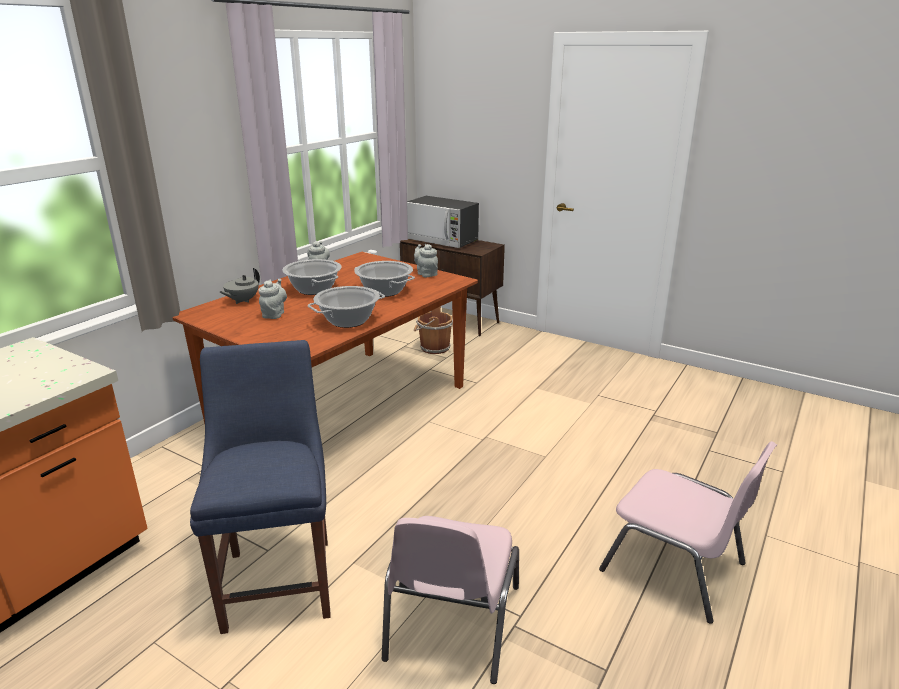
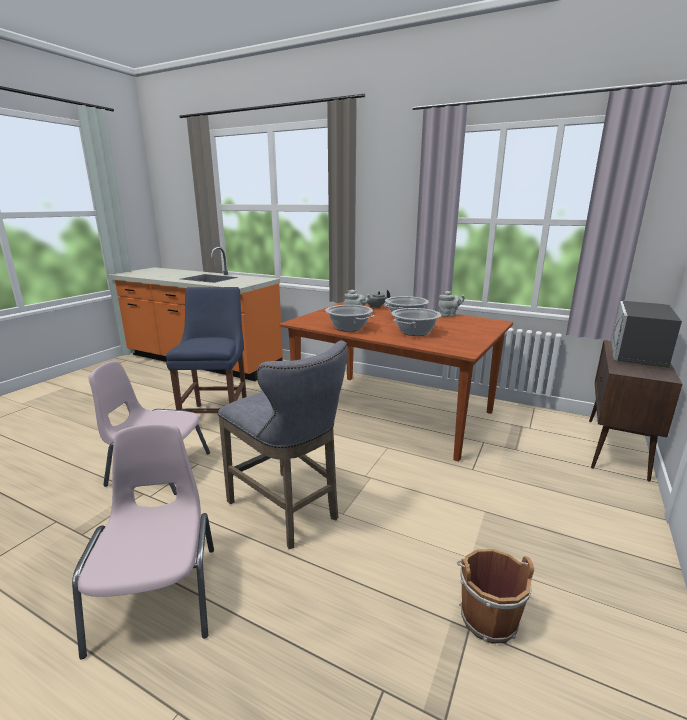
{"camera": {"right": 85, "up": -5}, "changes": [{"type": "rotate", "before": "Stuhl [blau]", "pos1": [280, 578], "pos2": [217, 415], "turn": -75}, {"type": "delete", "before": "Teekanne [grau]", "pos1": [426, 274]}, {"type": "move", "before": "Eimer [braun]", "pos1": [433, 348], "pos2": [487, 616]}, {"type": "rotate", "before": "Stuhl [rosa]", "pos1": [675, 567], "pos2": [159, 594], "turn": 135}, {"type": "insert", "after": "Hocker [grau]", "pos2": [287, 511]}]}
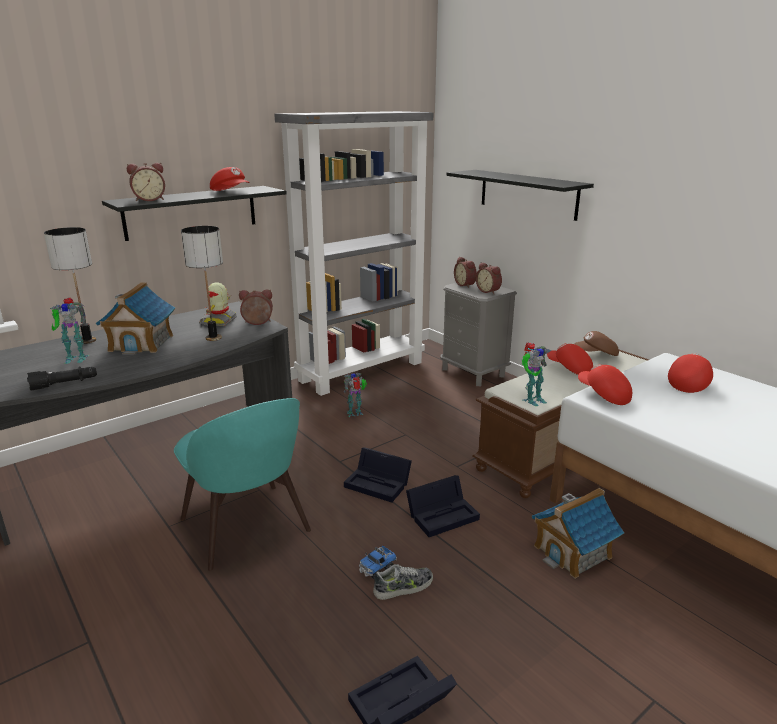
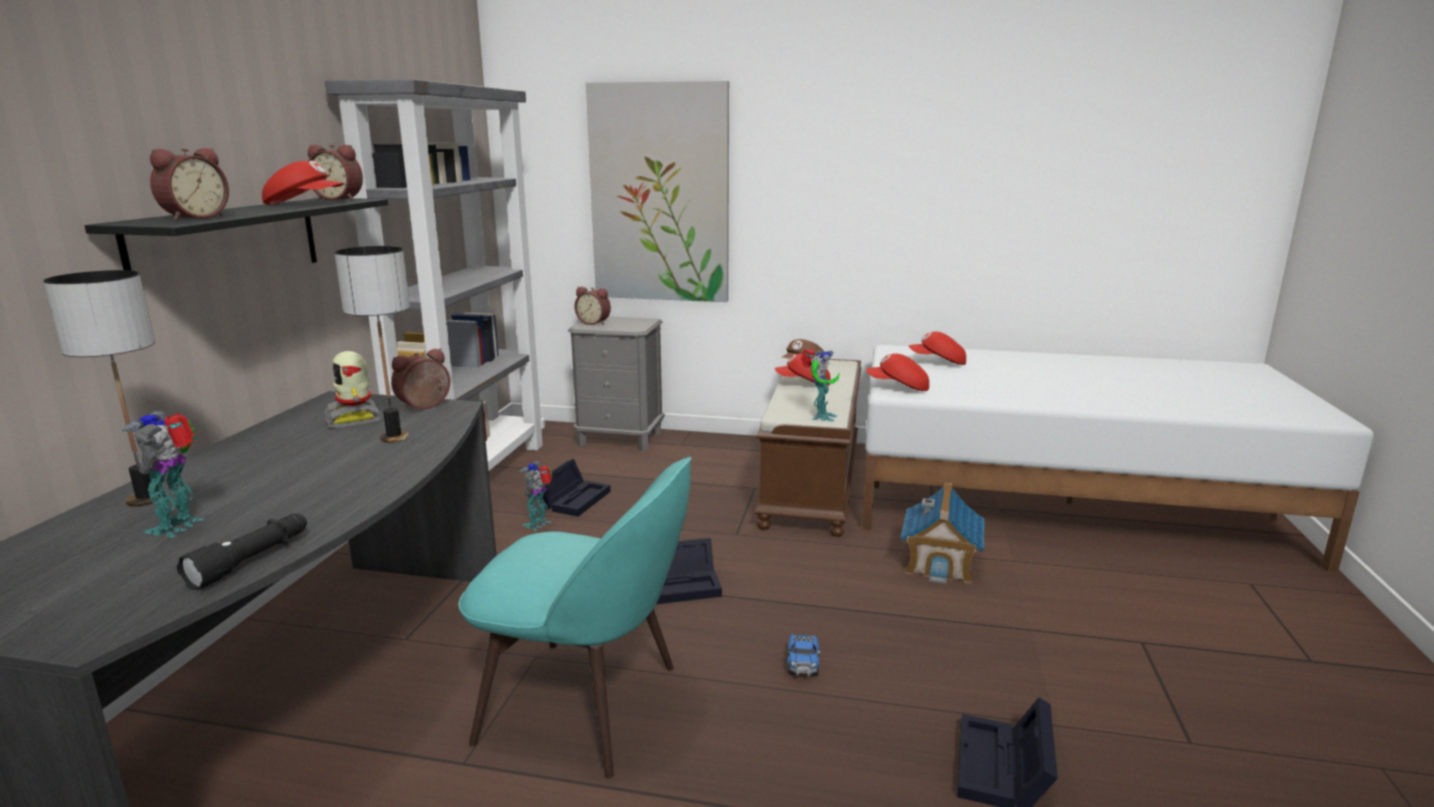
{"camera": {"right": -40, "up": -5}, "changes": [{"type": "rotate", "before": "Spielzeugroboter", "pos1": [75, 358], "pos2": [180, 526], "turn": 150}, {"type": "delete", "before": "Spielzeughaus", "pos1": [141, 343]}, {"type": "delete", "before": "Schuh", "pos1": [403, 587]}, {"type": "move", "before": "Aufbewahrungsbox [schwarz]", "pos1": [443, 514], "pos2": [574, 498]}, {"type": "replace", "before": "Wandregal [schwarz]", "after": "Bild", "pos1": [527, 194], "pos2": [659, 194]}, {"type": "move", "before": "Wecker", "pos1": [489, 291], "pos2": [340, 199]}, {"type": "rotate", "before": "Kappe [rot]", "pos1": [688, 383], "pos2": [938, 362], "turn": -75}]}
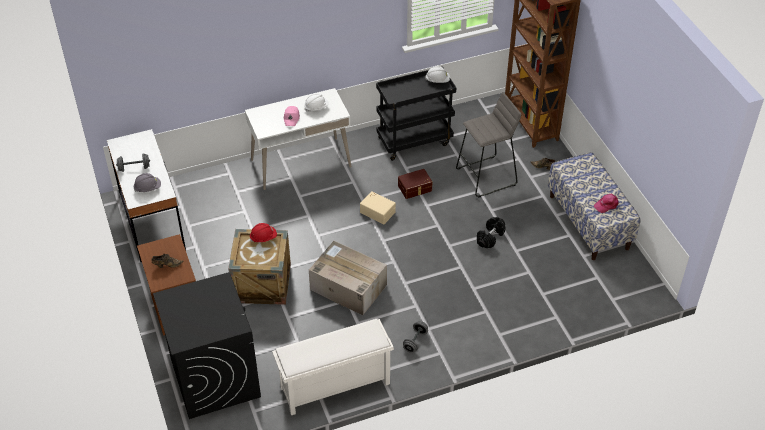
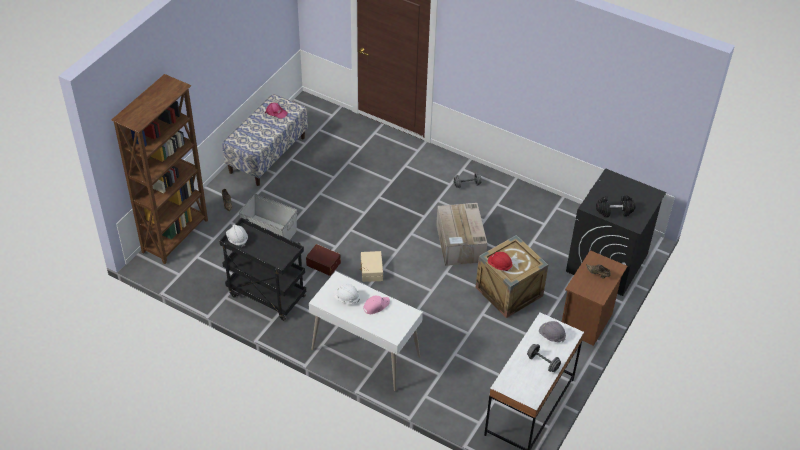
{"camera": {"right": -130, "up": 0}, "changes": [{"type": "delete", "before": "Schuhregal [weiß]", "pos1": [334, 386]}, {"type": "replace", "before": "Hocker [grau]", "after": "Aufbewahrungsbox [grau]", "pos1": [486, 177], "pos2": [269, 229]}, {"type": "move", "before": "Hantel [schwarz]", "pos1": [490, 237], "pos2": [614, 211]}]}
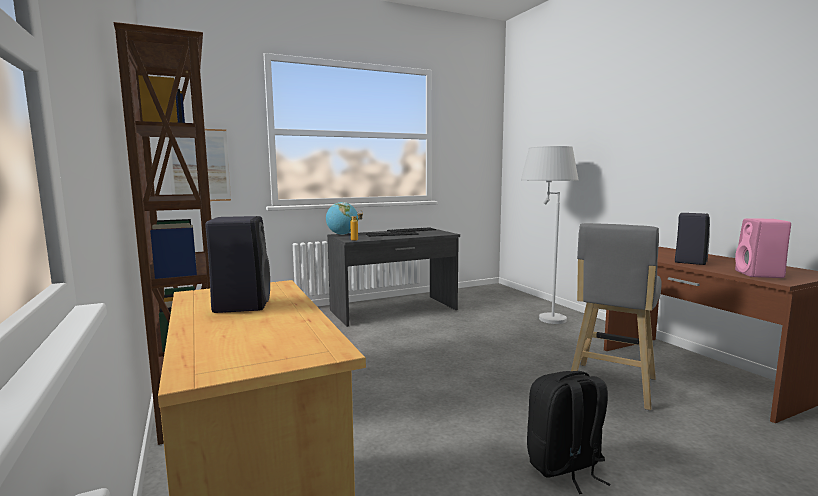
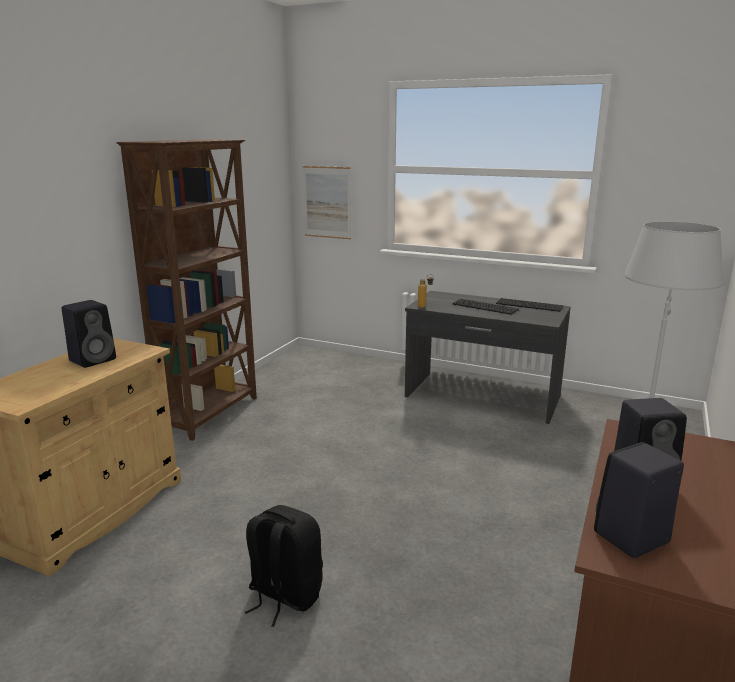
{"camera": {"right": 50, "up": 10}, "changes": [{"type": "delete", "before": "Globus", "pos1": [342, 234]}, {"type": "delete", "before": "Hocker [grau]", "pos1": [611, 387]}, {"type": "recolor", "before": "Lautsprecher [rosa]", "after": "Lautsprecher [schwarz]", "pos1": [760, 275], "pos2": [630, 538]}]}
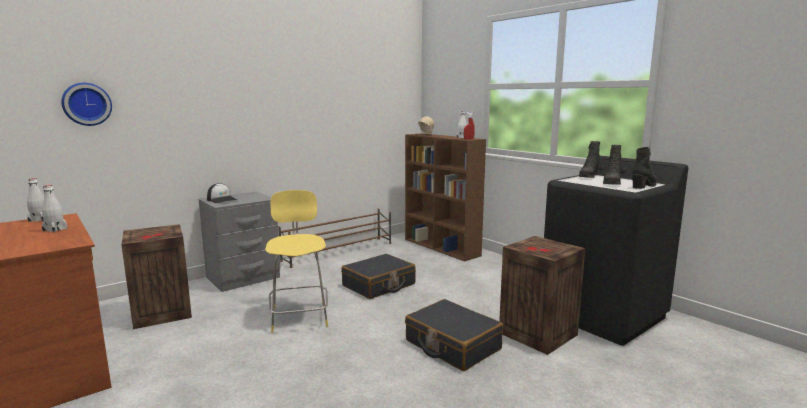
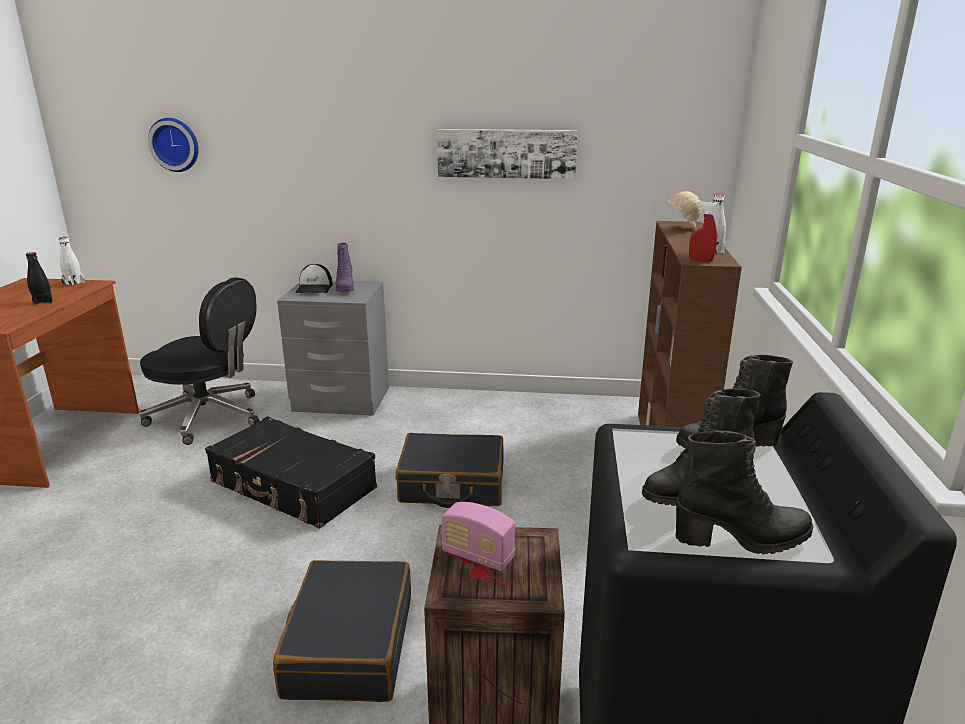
{"camera": {"right": 45, "up": 10}, "changes": [{"type": "recolor", "before": "Flasche [weiß]", "after": "Flasche [schwarz]", "pos1": [55, 230], "pos2": [43, 302]}, {"type": "replace", "before": "Kiste", "after": "Bürostuhl [schwarz]", "pos1": [163, 313], "pos2": [209, 417]}, {"type": "replace", "before": "Hocker [gelb]", "after": "Koffer [schwarz]", "pos1": [299, 316], "pos2": [292, 486]}, {"type": "delete", "before": "Schuhregal [braun]", "pos1": [339, 252]}, {"type": "insert", "after": "Stiefel [lila]", "pos2": [344, 288]}, {"type": "insert", "after": "Bild", "pos2": [506, 153]}, {"type": "insert", "after": "Radio", "pos2": [477, 556]}]}
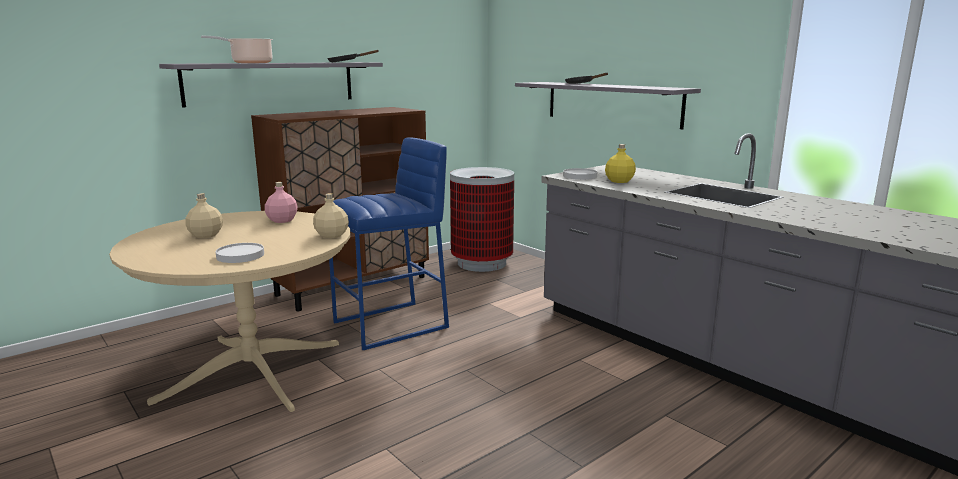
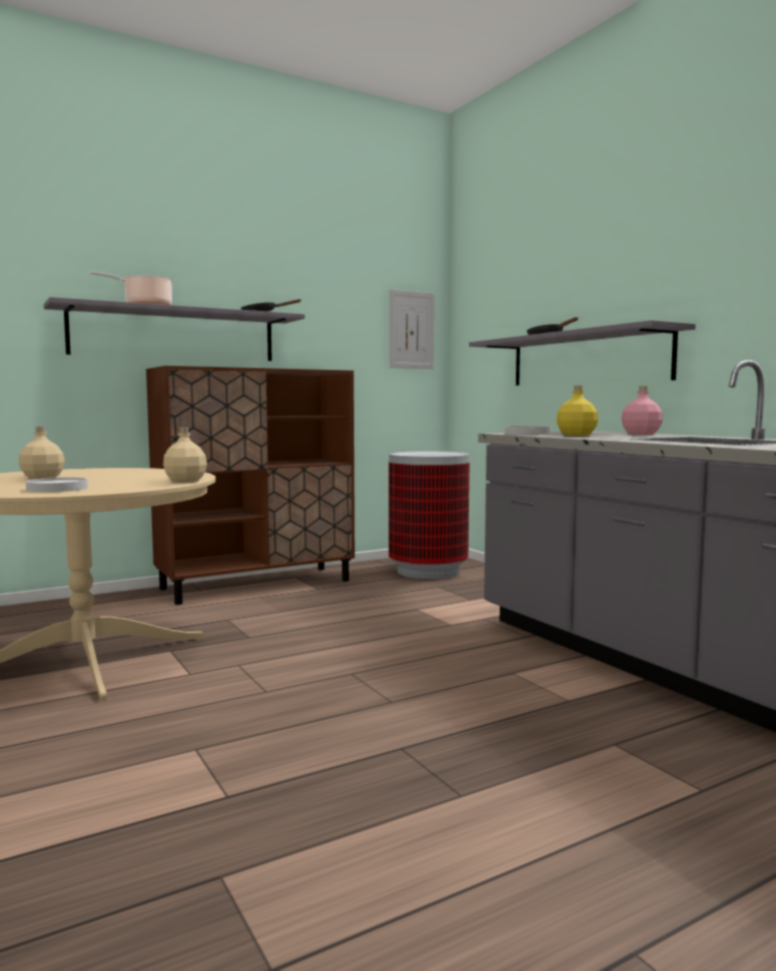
{"camera": {"right": 10, "up": -10}, "changes": [{"type": "move", "before": "Flasche [rosa]", "pos1": [282, 220], "pos2": [640, 434]}, {"type": "delete", "before": "Hocker [blau]", "pos1": [392, 325]}, {"type": "insert", "after": "Bild", "pos2": [411, 330]}]}
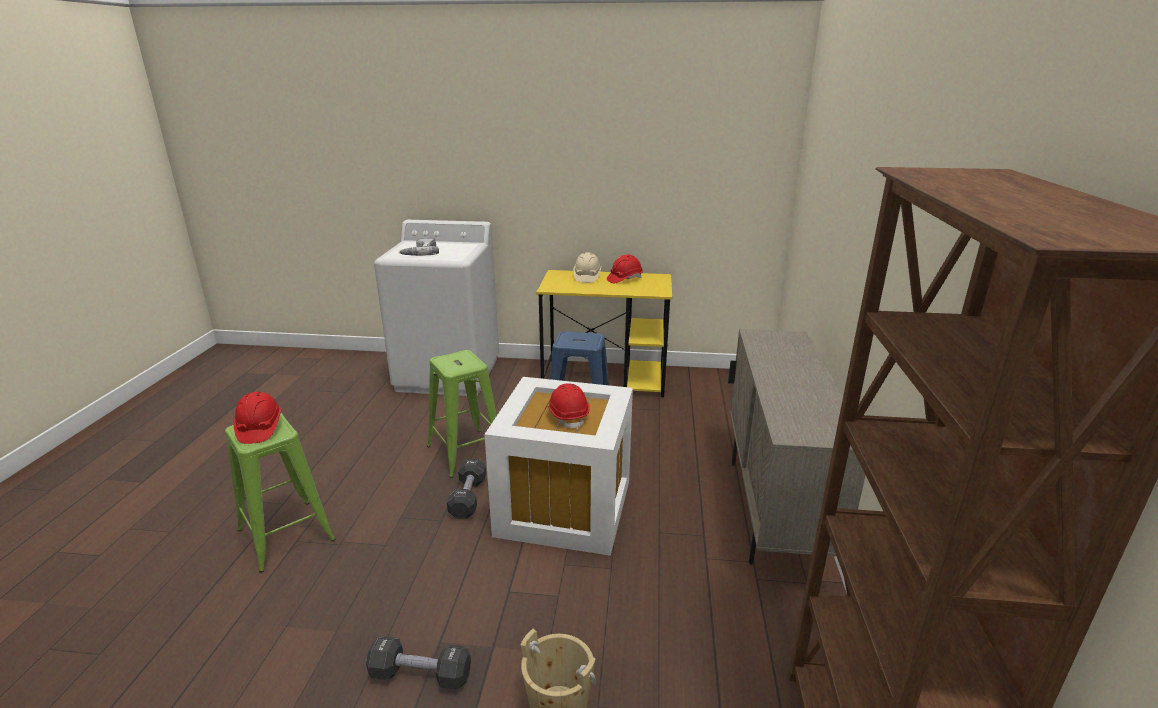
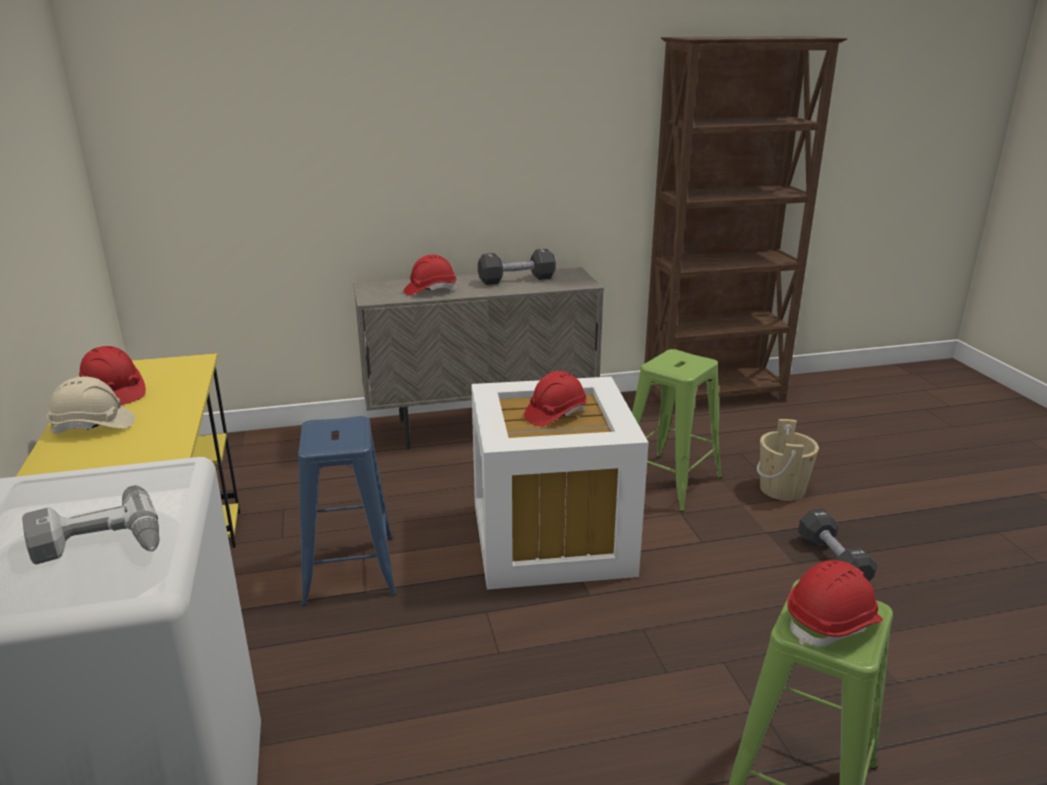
{"camera": {"right": -110, "up": 0}, "changes": [{"type": "move", "before": "Hocker [grün]", "pos1": [466, 452], "pos2": [668, 482]}, {"type": "move", "before": "Hantel [schwarz]", "pos1": [468, 498], "pos2": [516, 280]}, {"type": "insert", "after": "Schutzhelm [rot]", "pos2": [430, 290]}]}
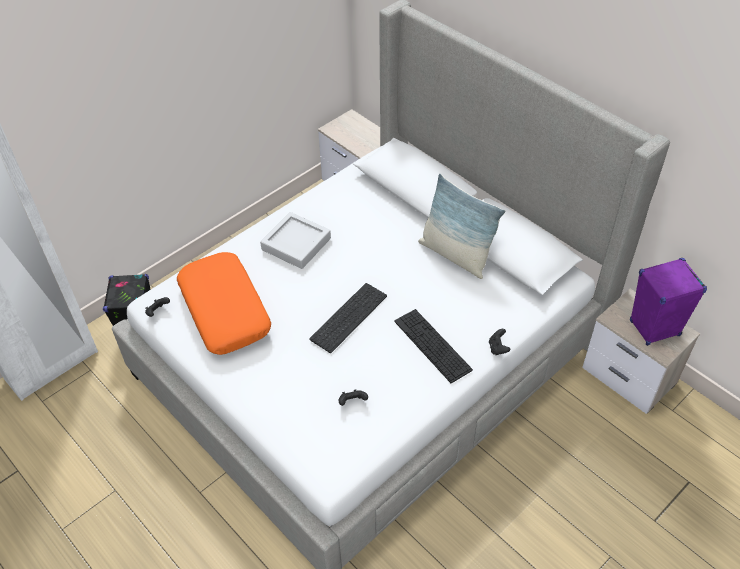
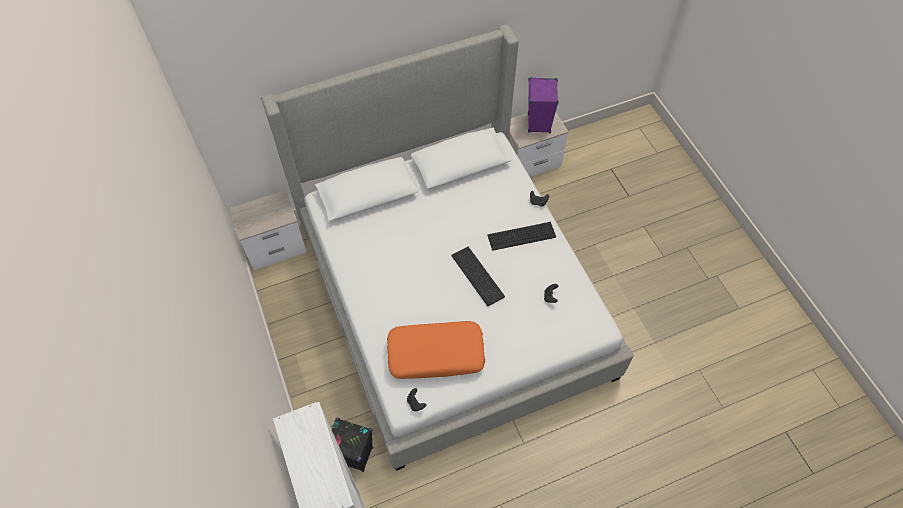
{"camera": {"right": -70, "up": 10}, "changes": [{"type": "delete", "before": "Tablett [grau]", "pos1": [296, 244]}, {"type": "delete", "before": "Kissen", "pos1": [455, 255]}]}
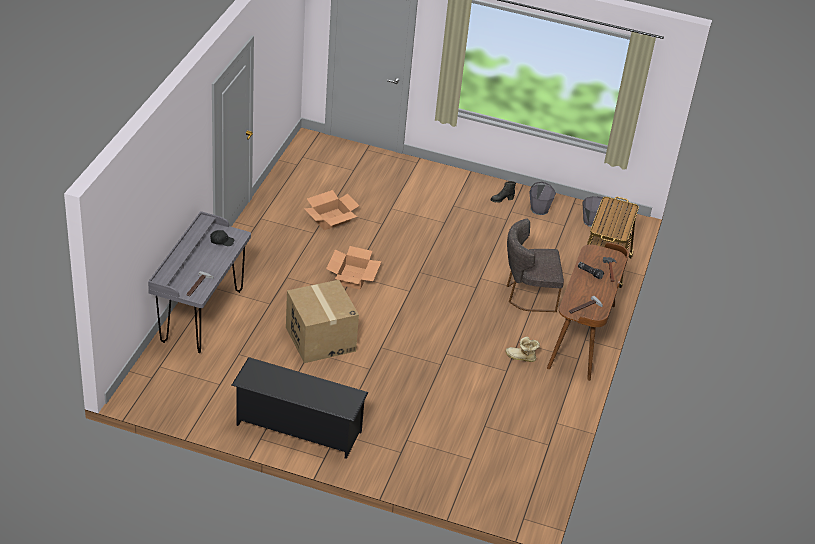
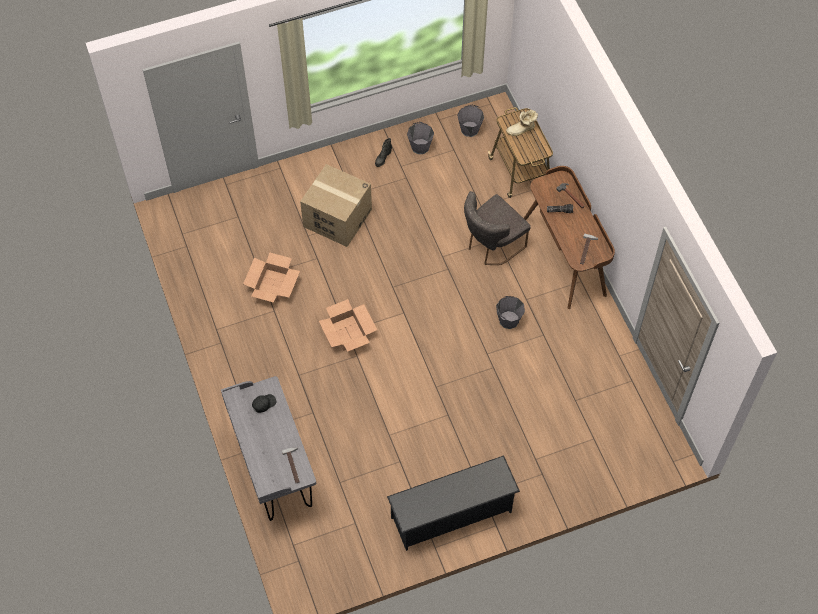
{"camera": {"right": -35, "up": 20}, "changes": [{"type": "move", "before": "Karton", "pos1": [320, 339], "pos2": [337, 218]}, {"type": "move", "before": "Stiefel", "pos1": [521, 358], "pos2": [522, 130]}, {"type": "insert", "after": "Eimer [grau]", "pos2": [508, 320]}]}
